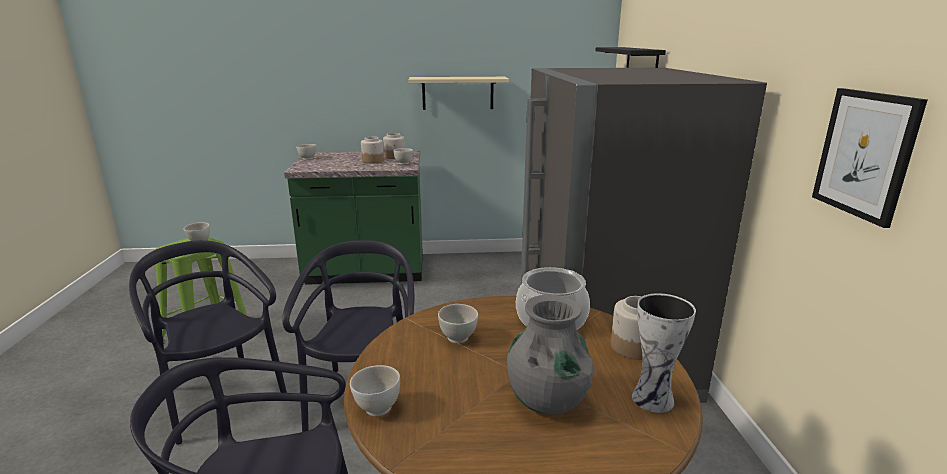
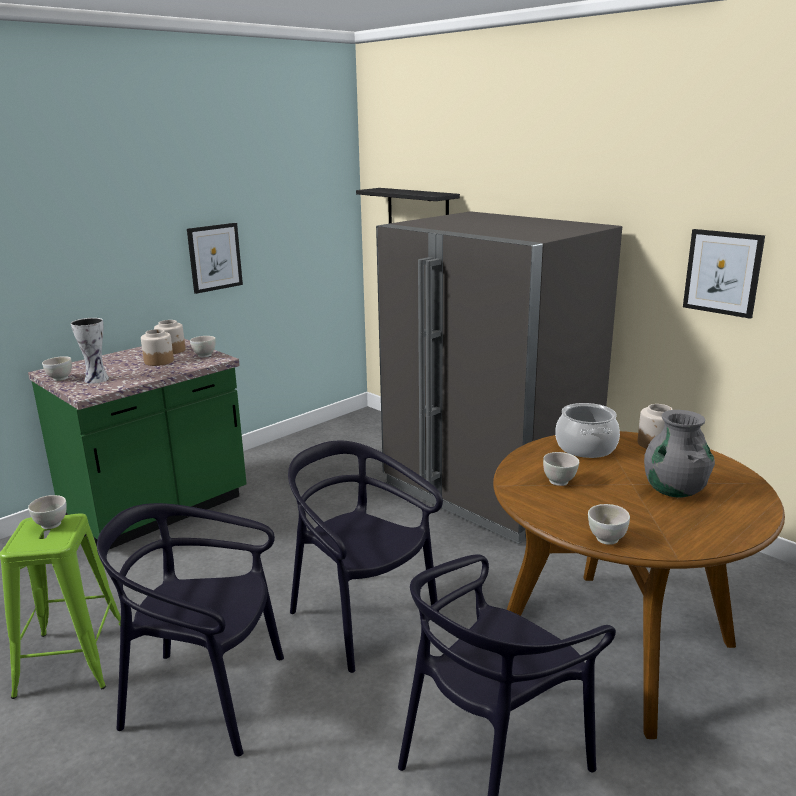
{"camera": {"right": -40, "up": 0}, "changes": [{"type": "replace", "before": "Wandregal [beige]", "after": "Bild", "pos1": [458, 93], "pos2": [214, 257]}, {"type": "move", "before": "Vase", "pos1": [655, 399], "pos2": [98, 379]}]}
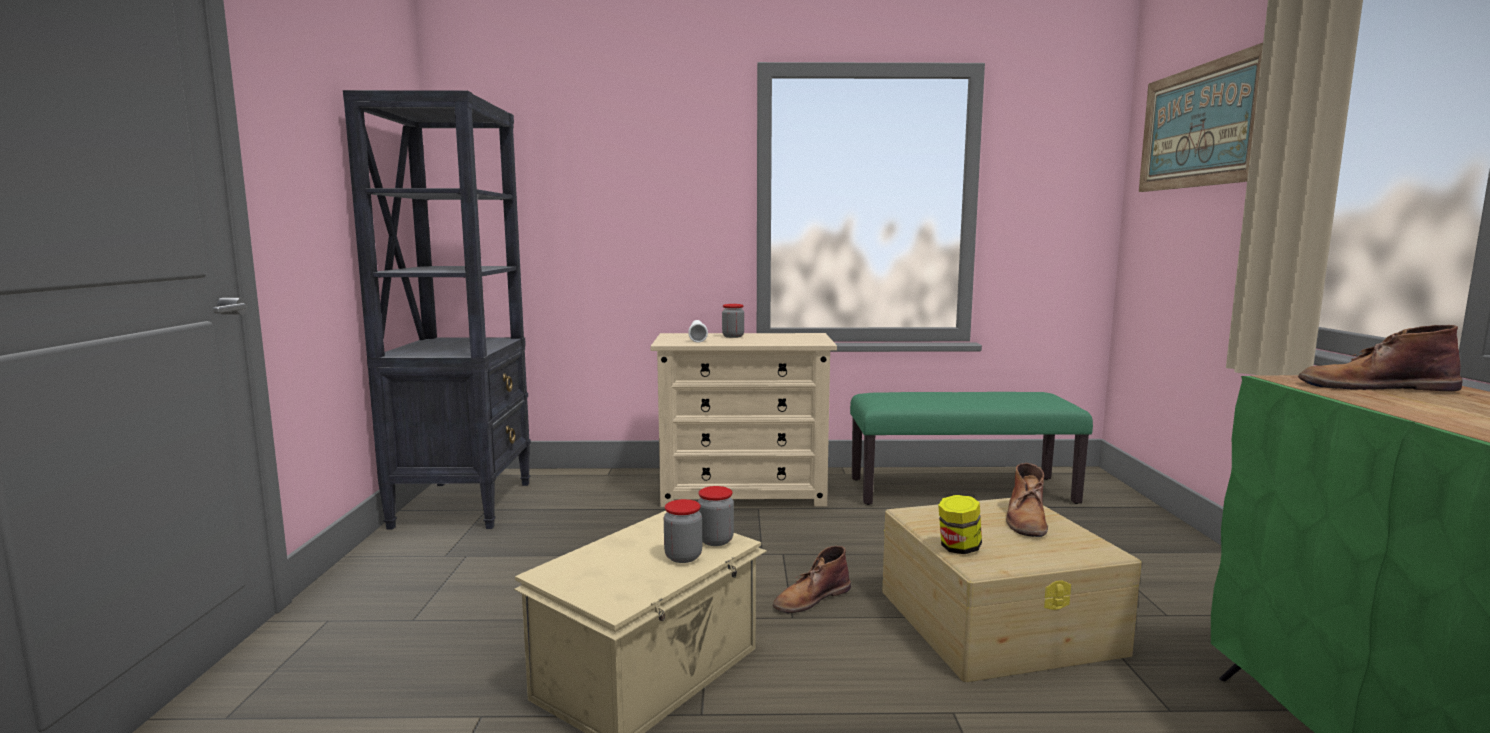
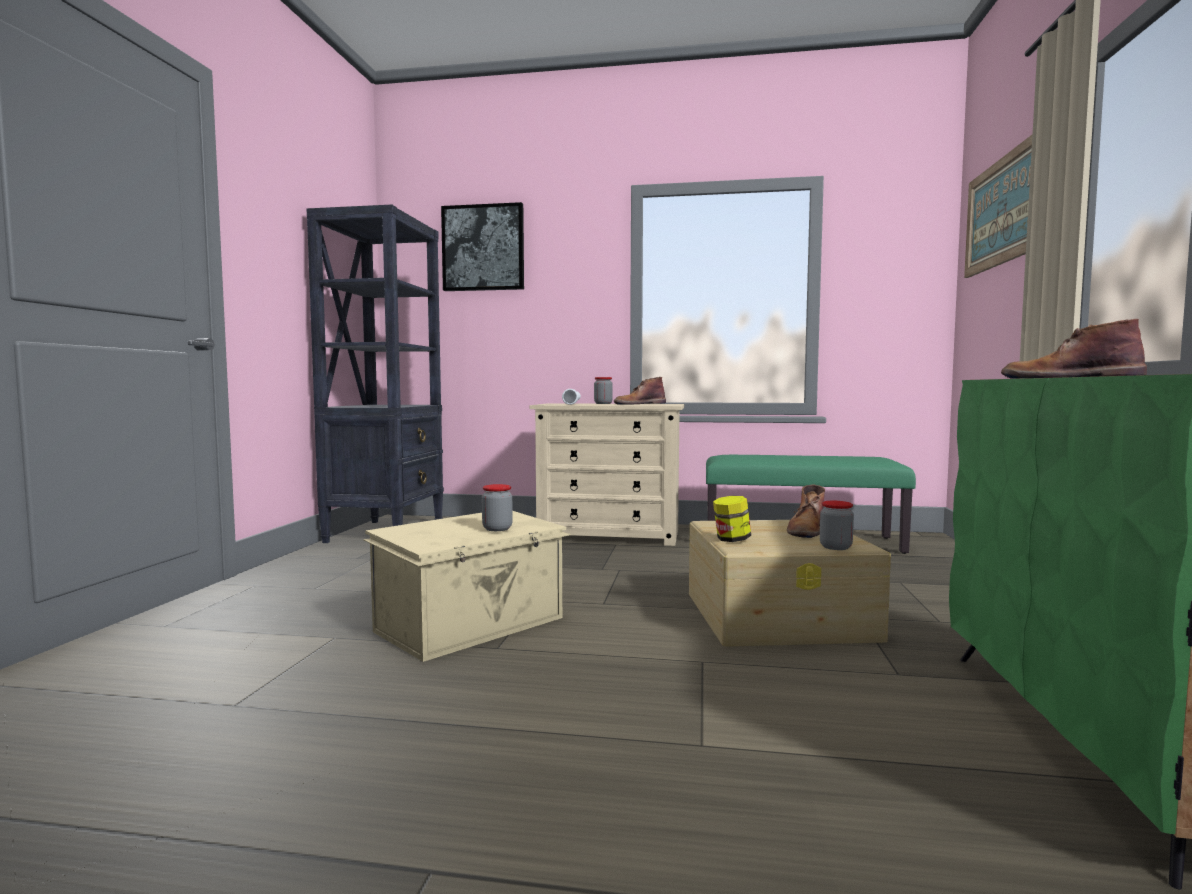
{"camera": {"right": 10, "up": -5}, "changes": [{"type": "move", "before": "Vorratsglas", "pos1": [715, 540], "pos2": [835, 547]}, {"type": "move", "before": "Stiefel [braun]", "pos1": [811, 598], "pos2": [639, 404]}, {"type": "insert", "after": "Bild", "pos2": [483, 248]}]}
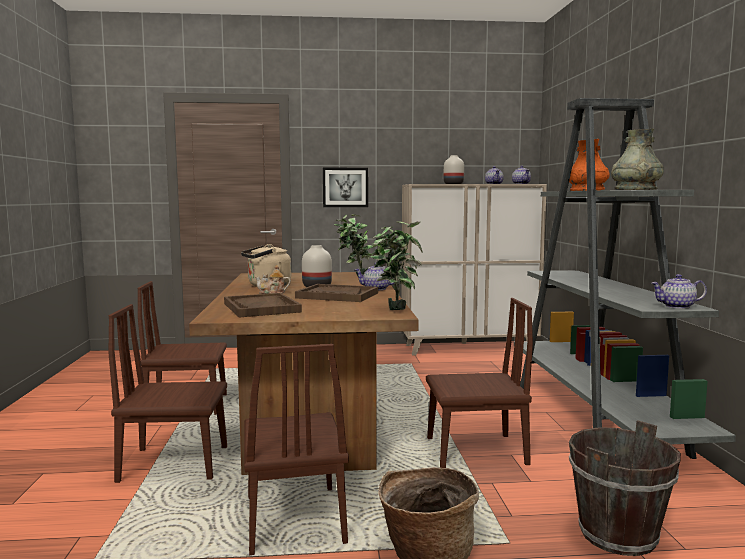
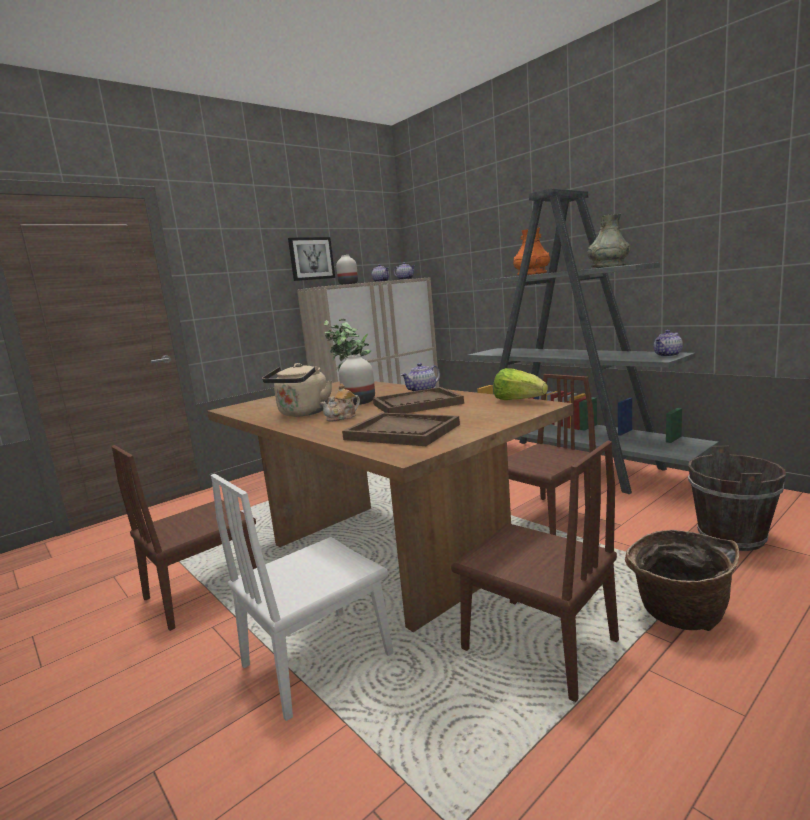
{"camera": {"right": -35, "up": 5}, "changes": [{"type": "recolor", "before": "Stuhl [braun]", "after": "Stuhl [weiß]", "pos1": [174, 463], "pos2": [317, 659]}, {"type": "move", "before": "Bild", "pos1": [345, 187], "pos2": [311, 258]}, {"type": "replace", "before": "Topfpflanze", "after": "Salatkopf", "pos1": [395, 309], "pos2": [518, 401]}]}
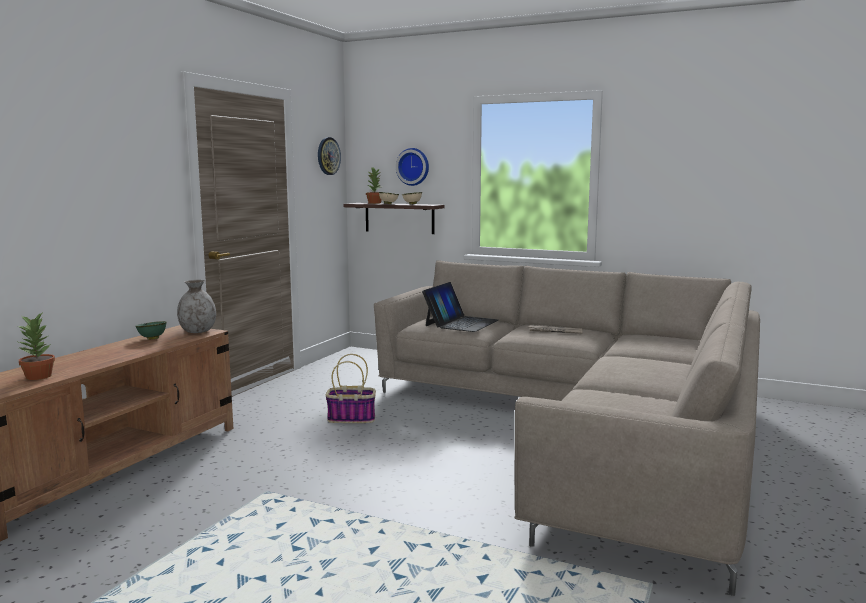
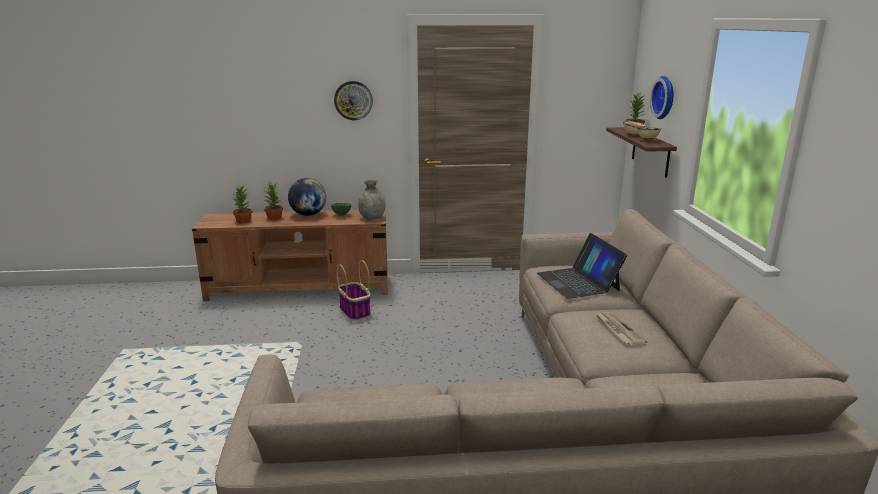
{"camera": {"right": 60, "up": 10}, "changes": [{"type": "move", "before": "Wanduhr", "pos1": [328, 156], "pos2": [353, 100]}, {"type": "move", "before": "Korb", "pos1": [352, 418], "pos2": [355, 311]}, {"type": "rotate", "before": "Laptop", "pos1": [461, 323], "pos2": [578, 281], "turn": 75}, {"type": "insert", "after": "Topfpflanze", "pos2": [274, 218]}, {"type": "insert", "after": "Globus", "pos2": [308, 214]}]}
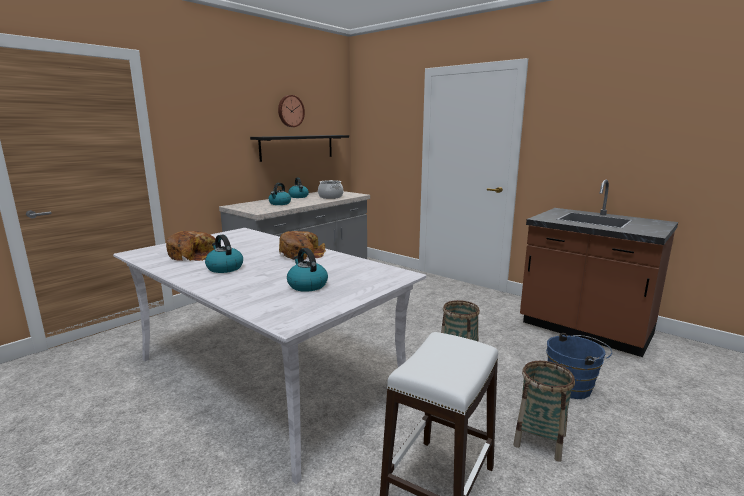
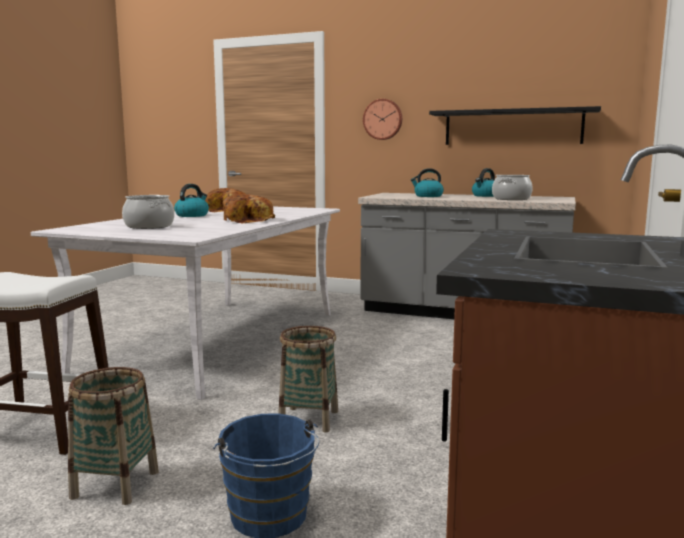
{"camera": {"right": 70, "up": -5}, "changes": [{"type": "move", "before": "Wanduhr", "pos1": [290, 111], "pos2": [383, 119]}, {"type": "replace", "before": "Wasserkessel", "after": "Kochtopf", "pos1": [307, 285], "pos2": [149, 226]}]}
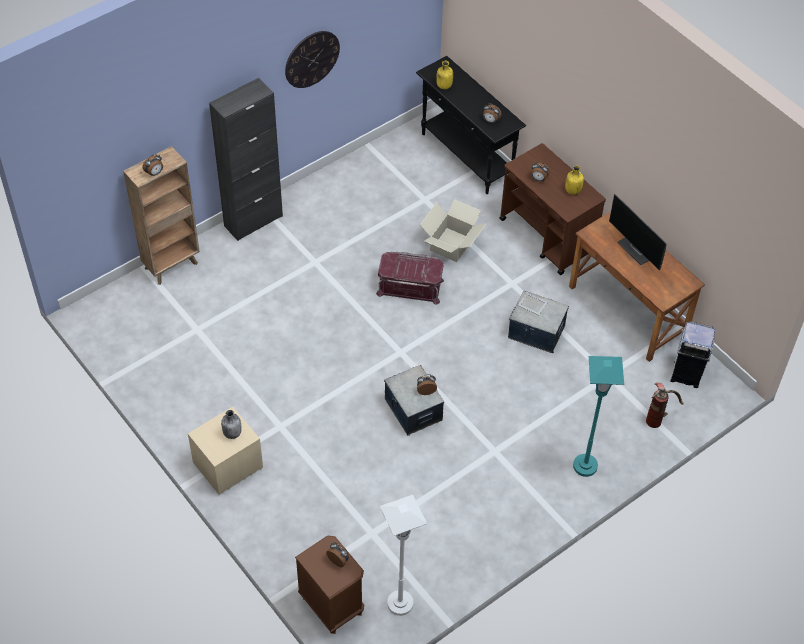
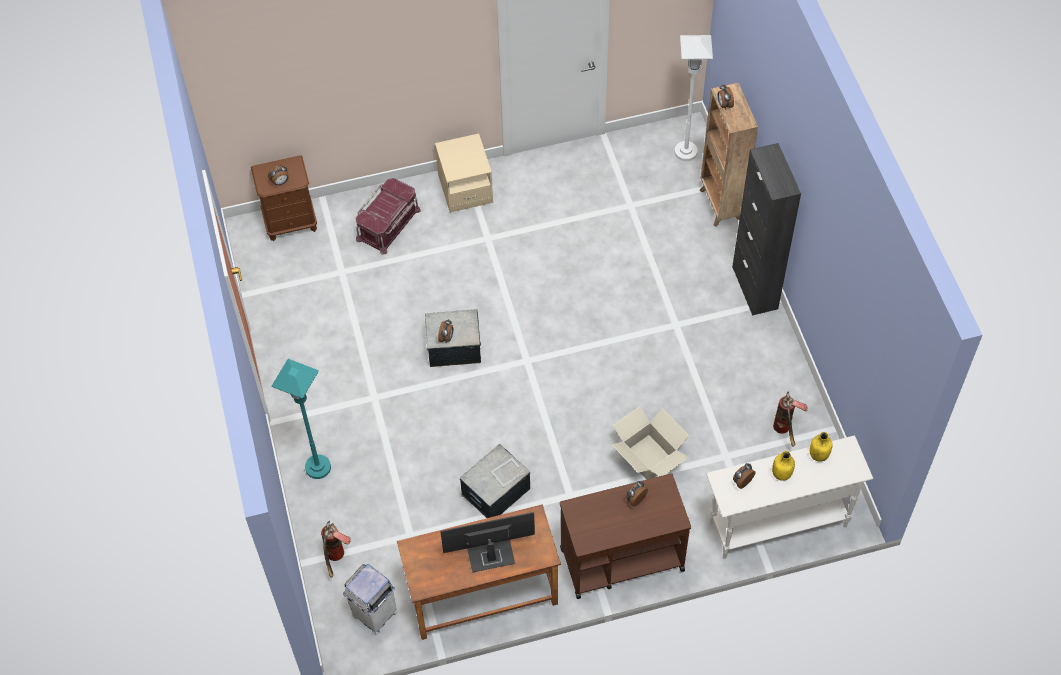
{"camera": {"right": 115, "up": 5}, "changes": [{"type": "delete", "before": "Flasche [grau]", "pos1": [232, 433]}, {"type": "delete", "before": "Wanduhr", "pos1": [312, 59]}, {"type": "move", "before": "Aufbewahrungsbox [rot]", "pos1": [410, 286], "pos2": [389, 225]}, {"type": "move", "before": "Stehlampe [weiß]", "pos1": [400, 603], "pos2": [685, 152]}, {"type": "recolor", "before": "Konsolentisch [schwarz]", "after": "Konsolentisch [weiß]", "pos1": [466, 157], "pos2": [777, 524]}, {"type": "move", "before": "Flasche [gelb]", "pos1": [572, 190], "pos2": [782, 473]}, {"type": "insert", "after": "Feuerlöscher", "pos2": [785, 431]}]}
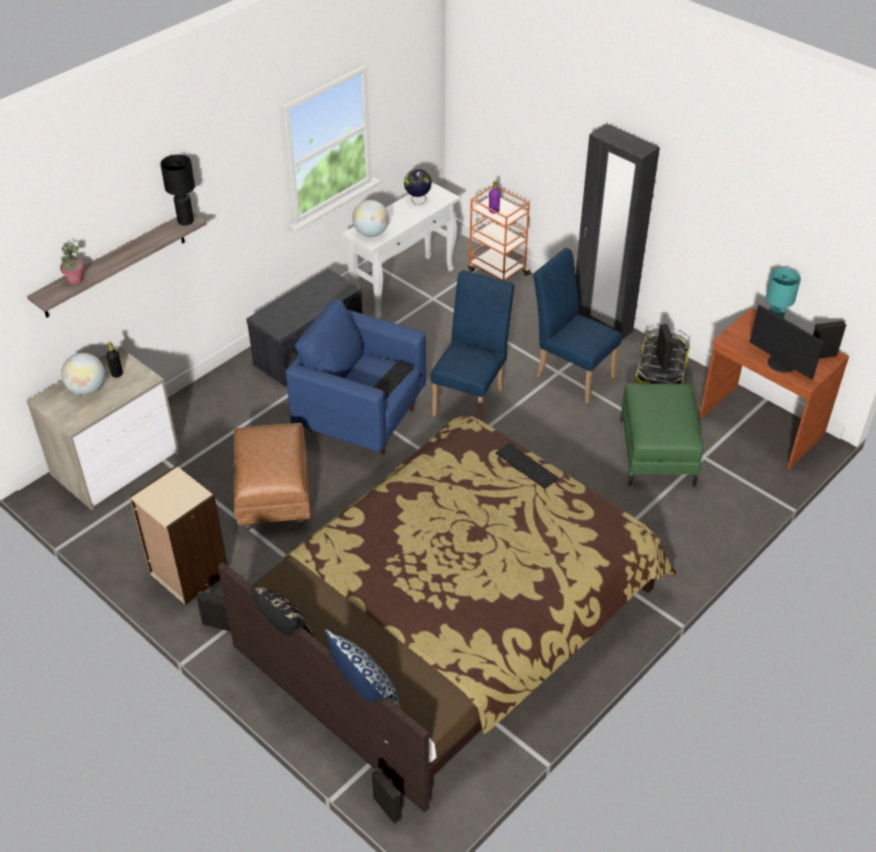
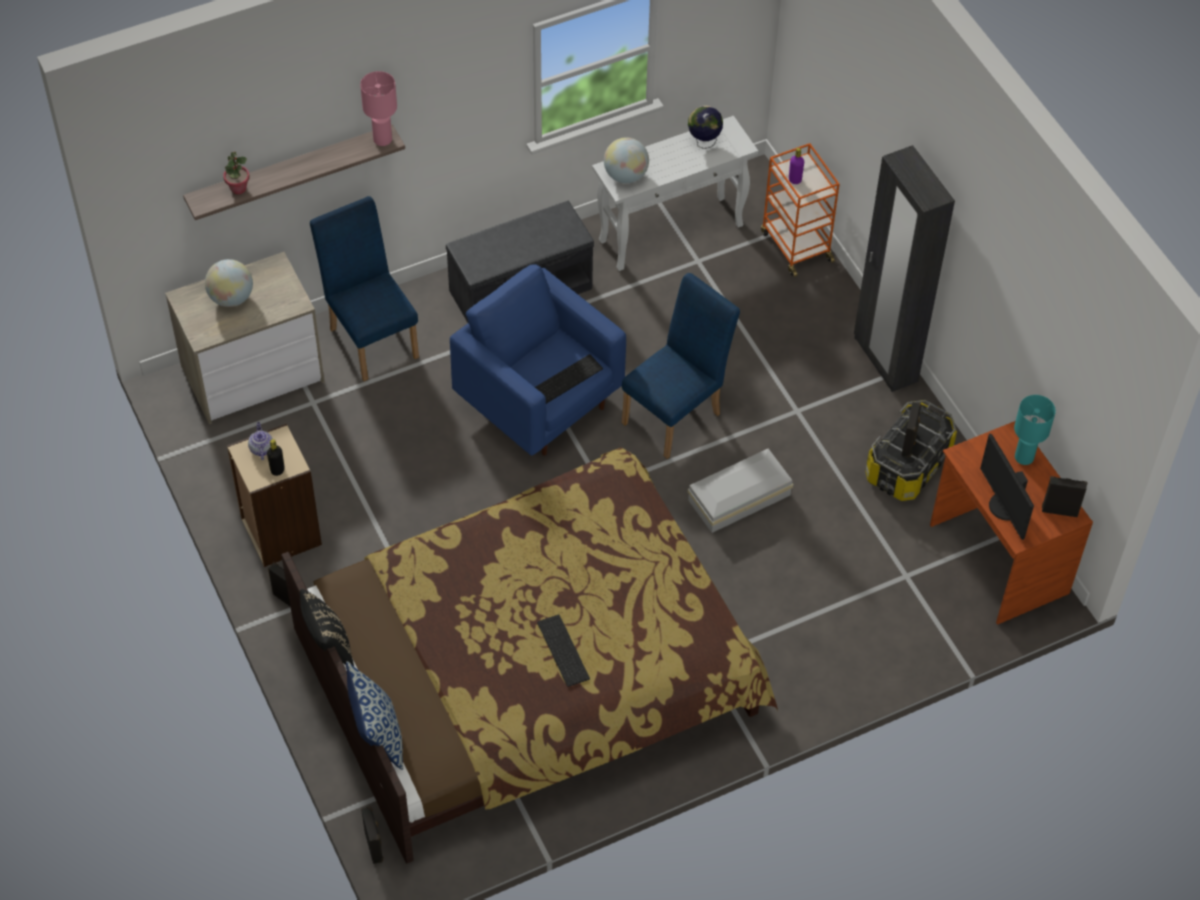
{"camera": {"right": 20, "up": 10}, "changes": [{"type": "move", "before": "Flasche [schwarz]", "pos1": [117, 374], "pos2": [277, 470]}, {"type": "recolor", "before": "Tischlampe [schwarz]", "after": "Tischlampe [rosa]", "pos1": [186, 221], "pos2": [383, 139]}, {"type": "delete", "before": "Polsterhocker [braun]", "pos1": [273, 496]}, {"type": "move", "before": "Tastatur", "pos1": [525, 466], "pos2": [561, 650]}, {"type": "move", "before": "Stuhl [blau]", "pos1": [571, 373], "pos2": [371, 337]}, {"type": "delete", "before": "Polsterhocker [grün]", "pos1": [657, 452]}, {"type": "insert", "after": "Teekanne", "pos2": [261, 448]}, {"type": "insert", "after": "Aufbewahrungsbox [weiß]", "pos2": [737, 497]}]}
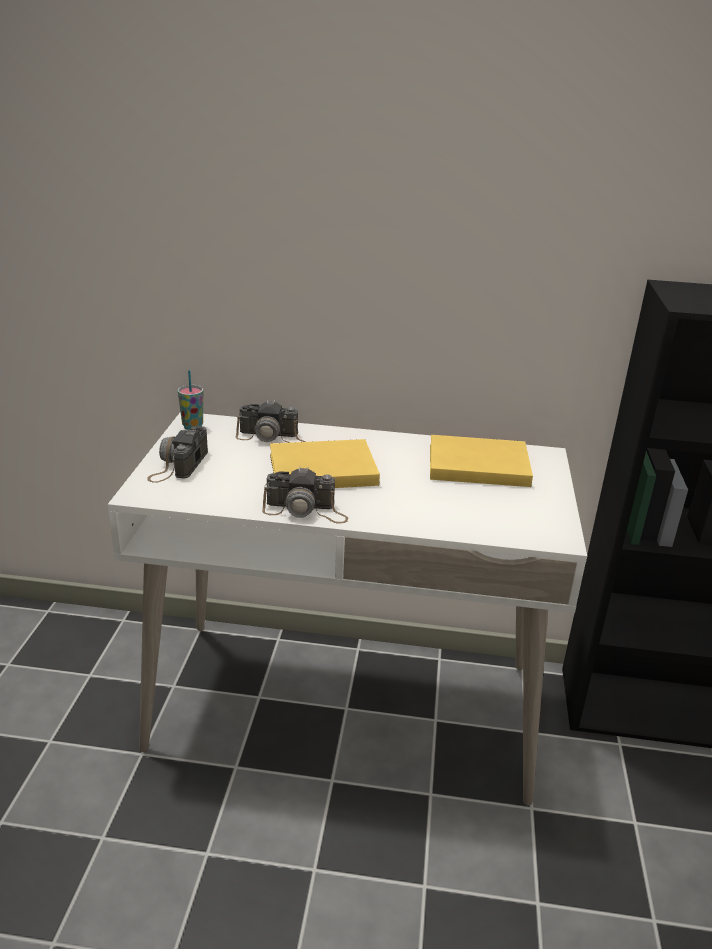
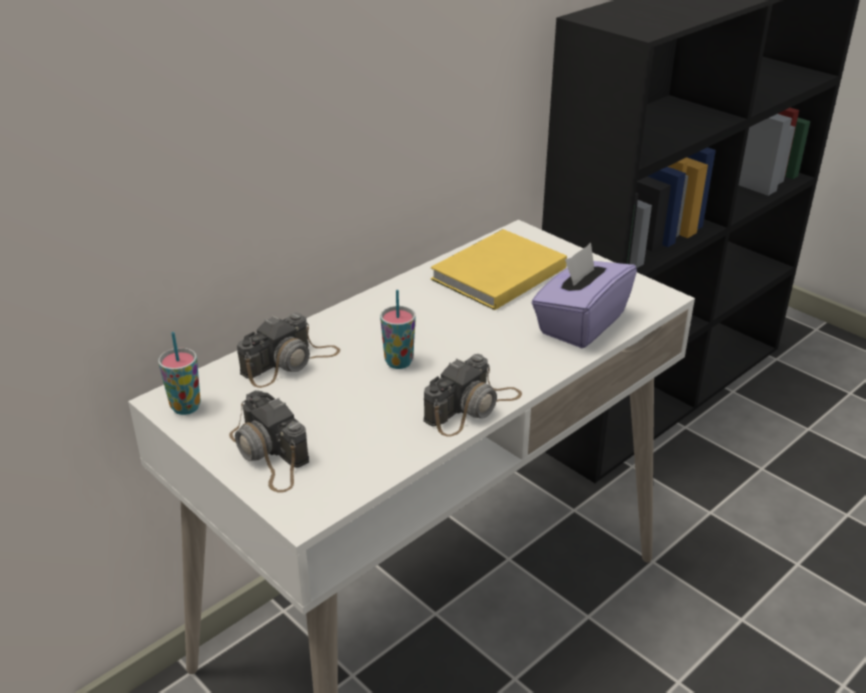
{"camera": {"right": -50, "up": 5}, "changes": [{"type": "replace", "before": "Buch [gelb]", "after": "Tasse", "pos1": [319, 469], "pos2": [398, 362]}, {"type": "insert", "after": "Taschentuchbox [lila]", "pos2": [580, 323]}]}
